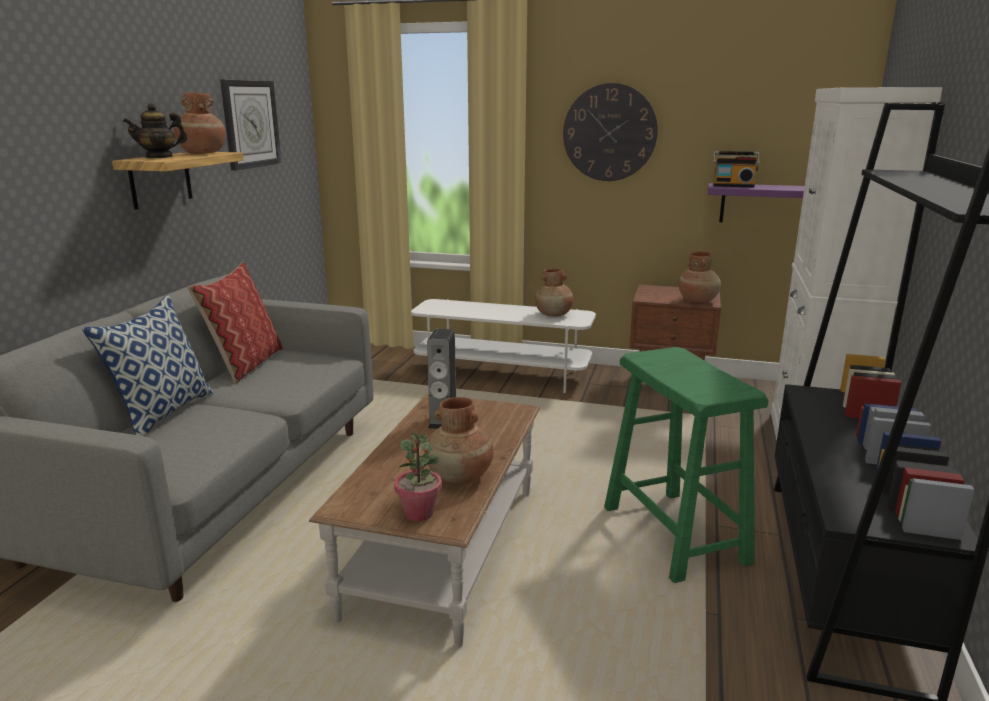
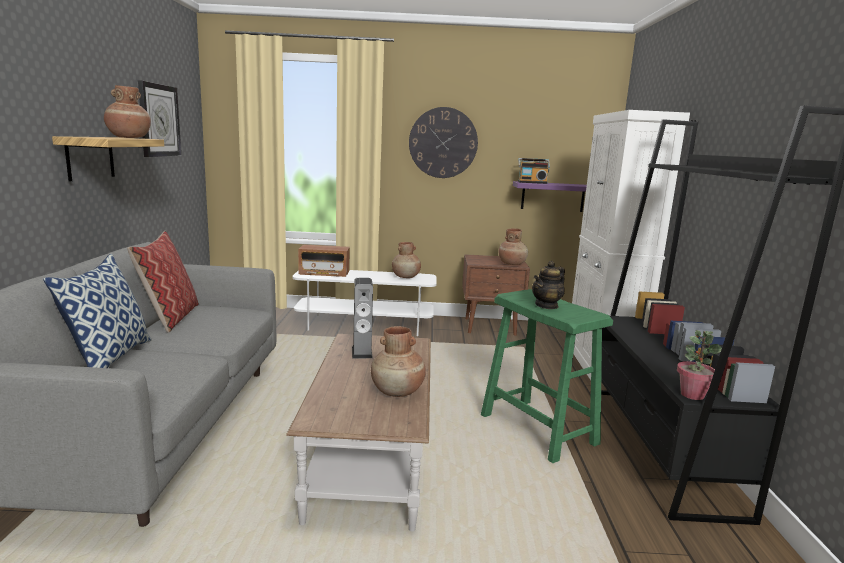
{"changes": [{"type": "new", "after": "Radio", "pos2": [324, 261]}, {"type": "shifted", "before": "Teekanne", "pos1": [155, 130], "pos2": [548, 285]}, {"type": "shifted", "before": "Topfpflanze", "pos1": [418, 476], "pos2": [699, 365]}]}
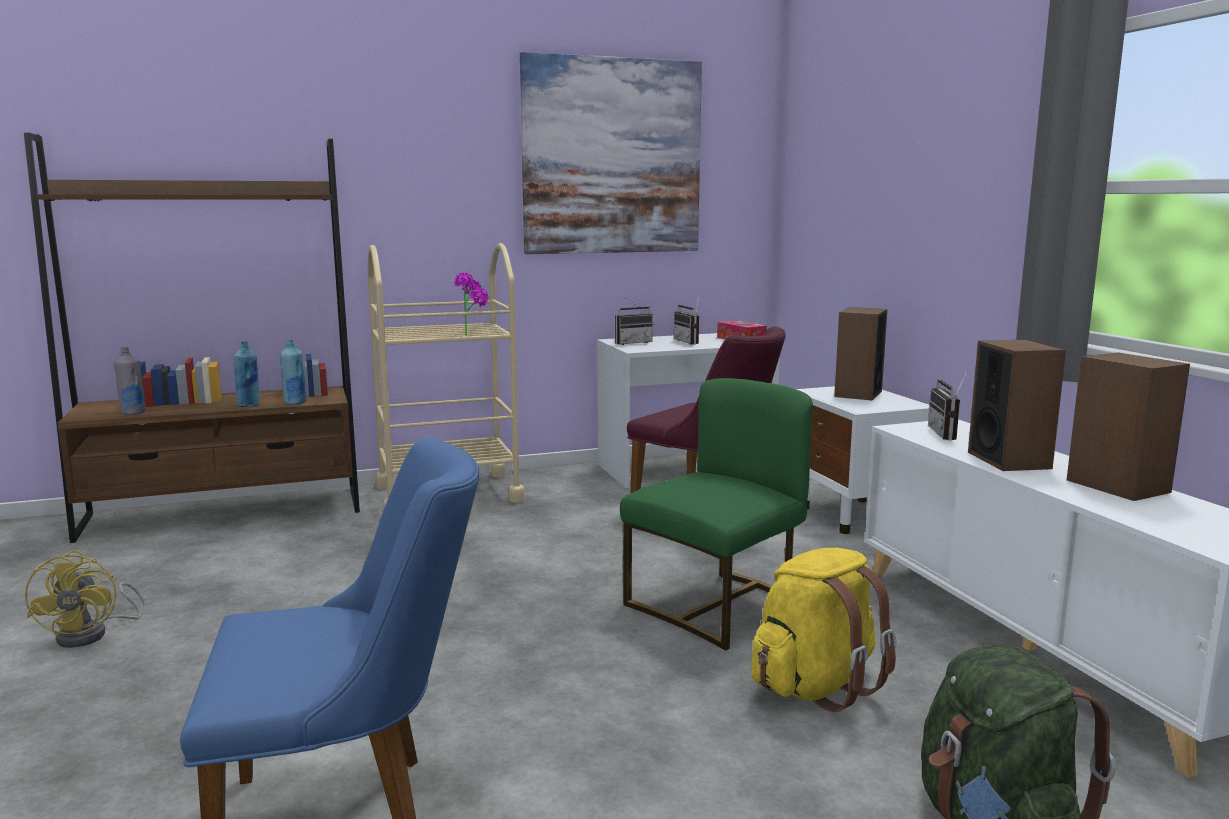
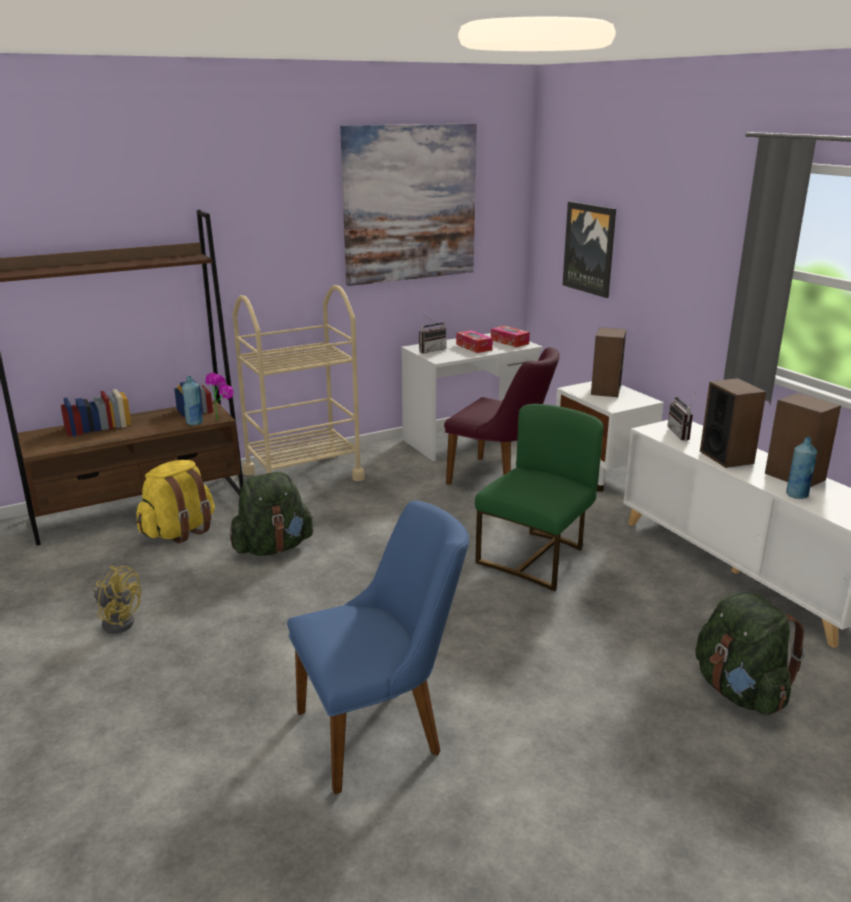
{"changes": [{"type": "rotated", "before": "Ventilator [gelb]", "pos1": [84, 599], "pos2": [116, 600], "turn": -45}, {"type": "shifted", "before": "Rucksack [gelb]", "pos1": [823, 630], "pos2": [175, 502]}, {"type": "shifted", "before": "Topfpflanze", "pos1": [471, 304], "pos2": [219, 396]}, {"type": "new", "after": "Rucksack [grün]", "pos2": [272, 514]}, {"type": "swapped", "before": "Radio", "after": "Taschentuchbox", "pos1": [686, 320], "pos2": [474, 341]}, {"type": "new", "after": "Bild", "pos2": [589, 250]}, {"type": "shifted", "before": "Flasche [blau]", "pos1": [246, 374], "pos2": [801, 468]}, {"type": "gone", "before": "Flasche [grau]", "pos1": [130, 381]}]}
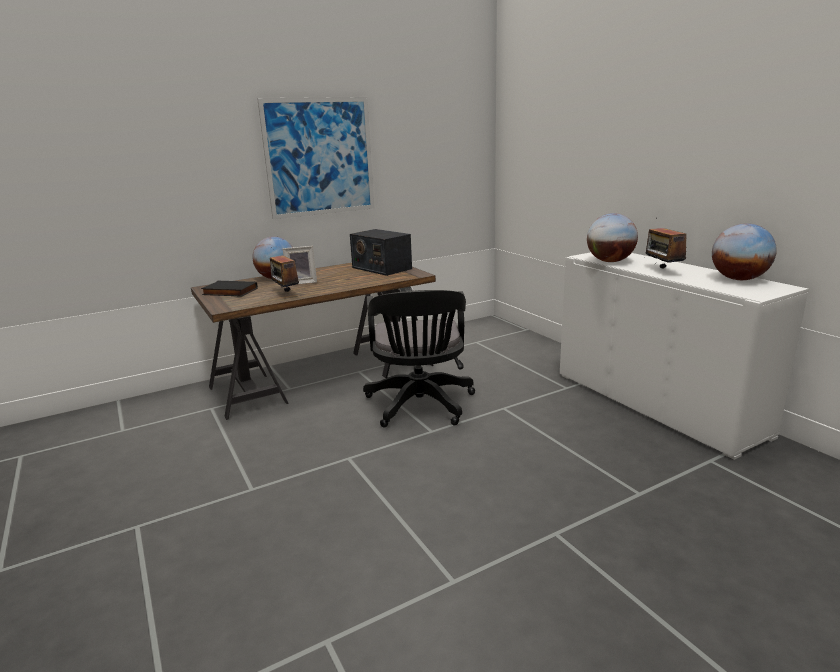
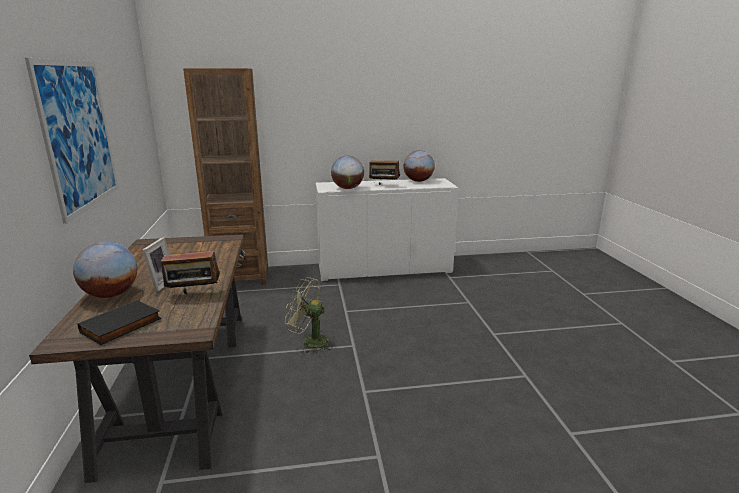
{"changes": [{"type": "new", "after": "Bücherregal [braun]", "pos2": [225, 176]}, {"type": "swapped", "before": "Bürostuhl [schwarz]", "after": "Ventilator [grün]", "pos1": [419, 358], "pos2": [309, 315]}, {"type": "gone", "before": "Radio", "pos1": [381, 252]}]}
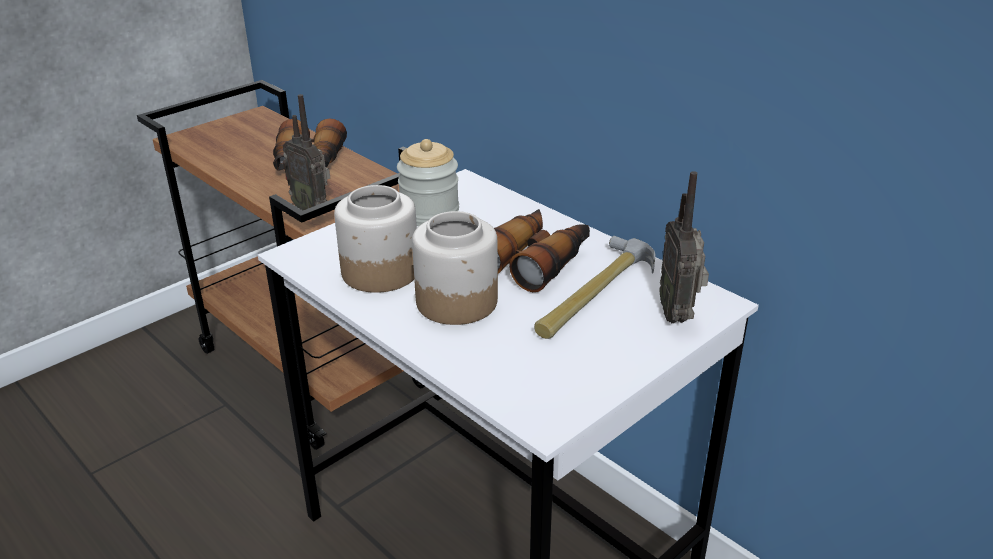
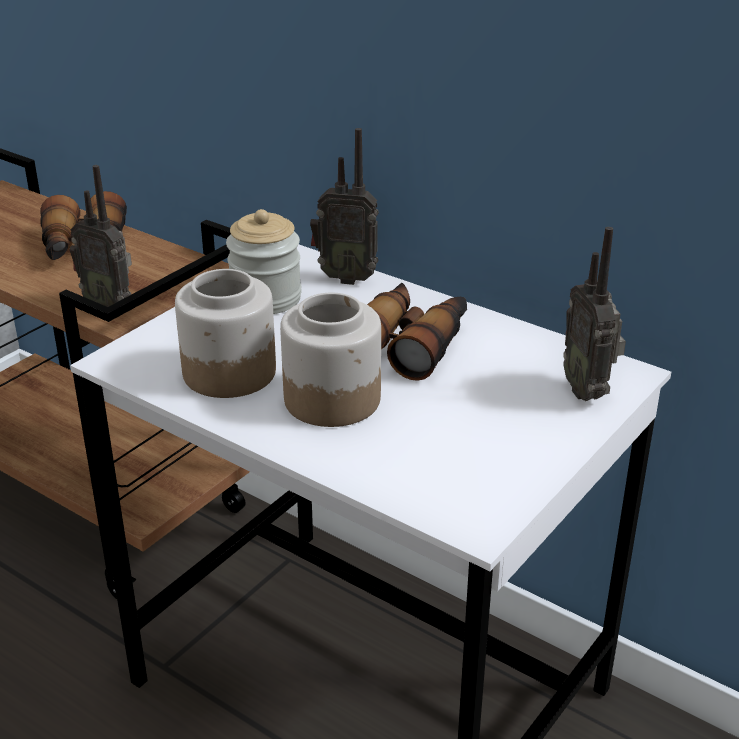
{"changes": [{"type": "new", "after": "Radio", "pos2": [344, 206]}, {"type": "gone", "before": "Hammer", "pos1": [594, 287]}]}
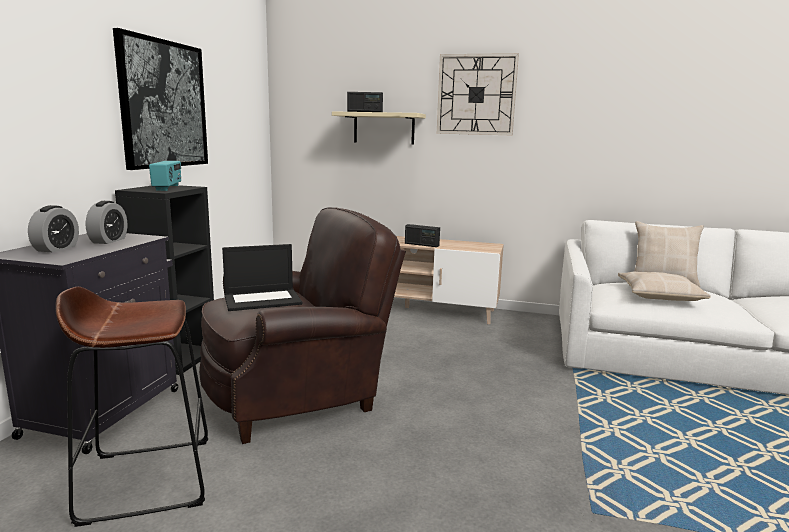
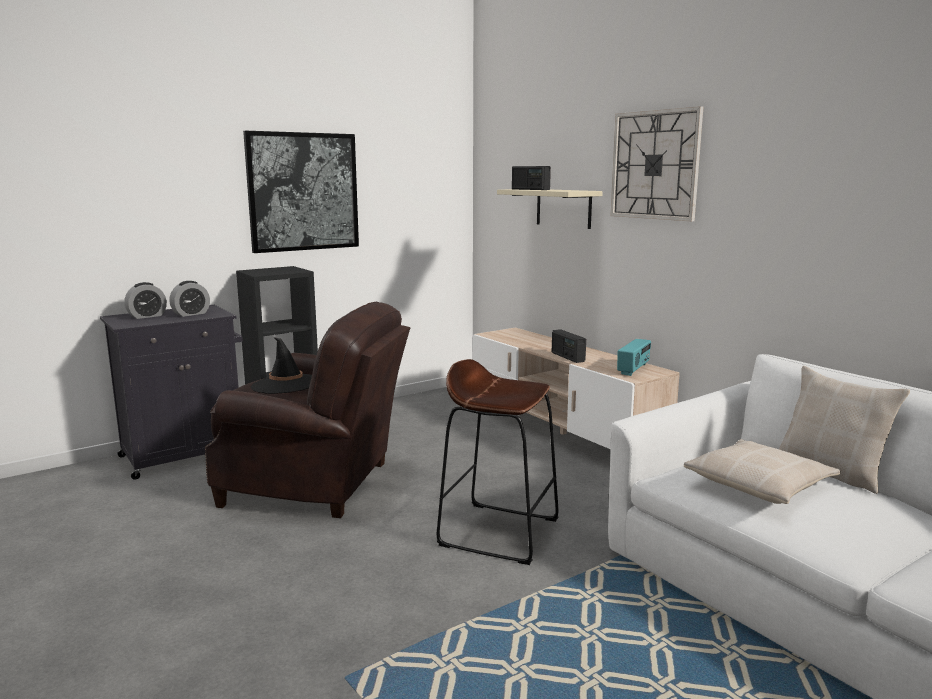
{"changes": [{"type": "swapped", "before": "Laptop", "after": "Hut [schwarz]", "pos1": [262, 277], "pos2": [281, 365]}, {"type": "shifted", "before": "Hocker [braun]", "pos1": [131, 407], "pos2": [498, 462]}, {"type": "shifted", "before": "Radio", "pos1": [165, 176], "pos2": [634, 357]}]}
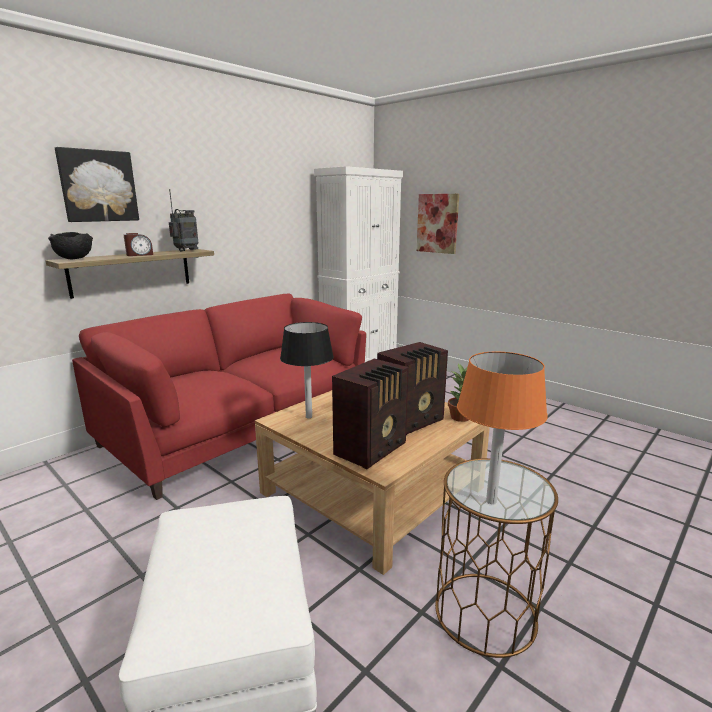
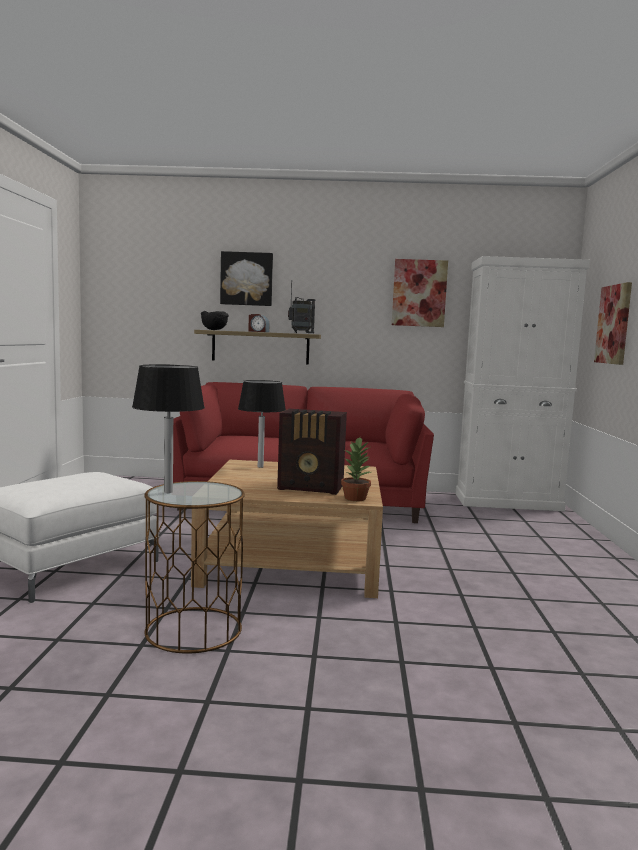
{"changes": [{"type": "repainted", "before": "Tischlampe [orange]", "after": "Tischlampe [schwarz]", "pos1": [502, 428], "pos2": [168, 428]}, {"type": "new", "after": "Bild", "pos2": [420, 293]}, {"type": "gone", "before": "Radio", "pos1": [370, 414]}]}
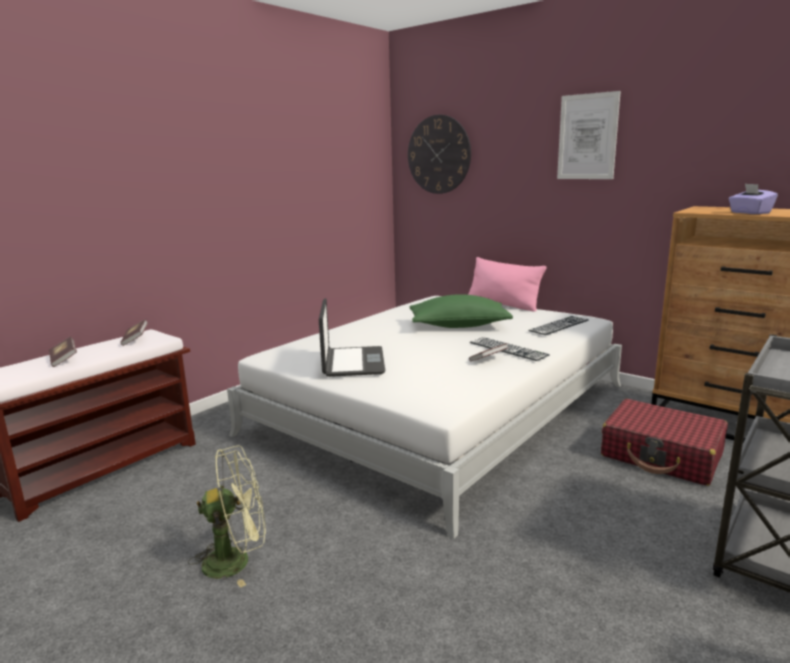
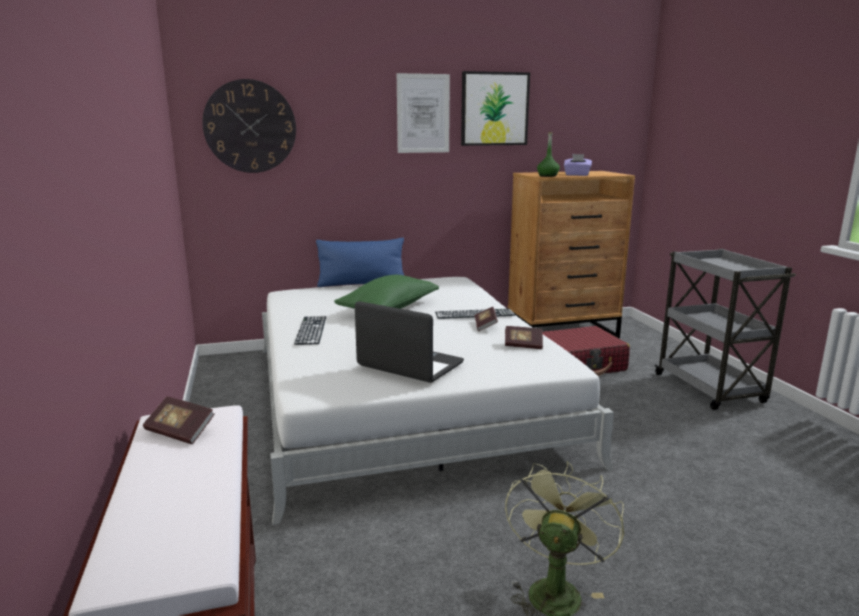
{"changes": [{"type": "shifted", "before": "Tastatur", "pos1": [558, 325], "pos2": [310, 330]}, {"type": "repainted", "before": "Kissen [rosa]", "after": "Kissen [blau]", "pos1": [507, 284], "pos2": [360, 262]}, {"type": "new", "after": "Bild", "pos2": [495, 108]}, {"type": "shifted", "before": "Buch", "pos1": [63, 351], "pos2": [524, 337]}, {"type": "new", "after": "Flasche [grün]", "pos2": [548, 154]}]}
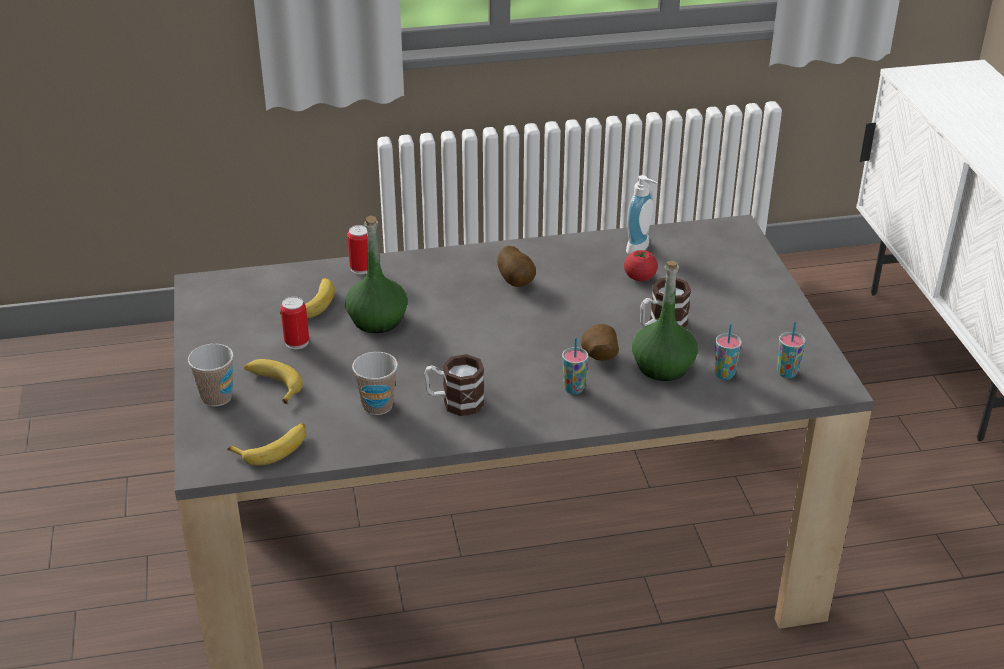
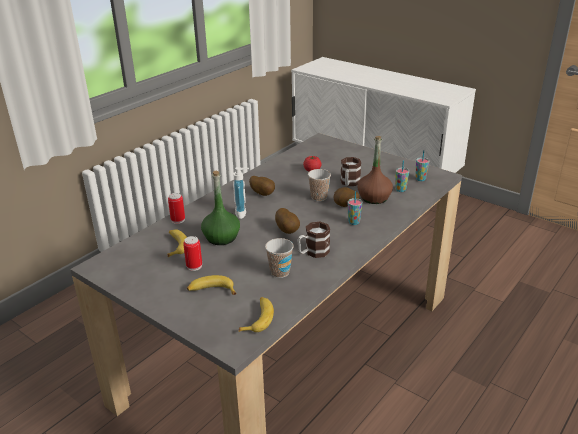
{"changes": [{"type": "shifted", "before": "Seifenspender", "pos1": [642, 214], "pos2": [241, 193]}, {"type": "new", "after": "Kartoffel", "pos2": [287, 221]}, {"type": "shifted", "before": "Tasse", "pos1": [211, 375], "pos2": [319, 185]}, {"type": "repainted", "before": "Flasche [grün]", "after": "Flasche [braun]", "pos1": [665, 321], "pos2": [375, 170]}]}
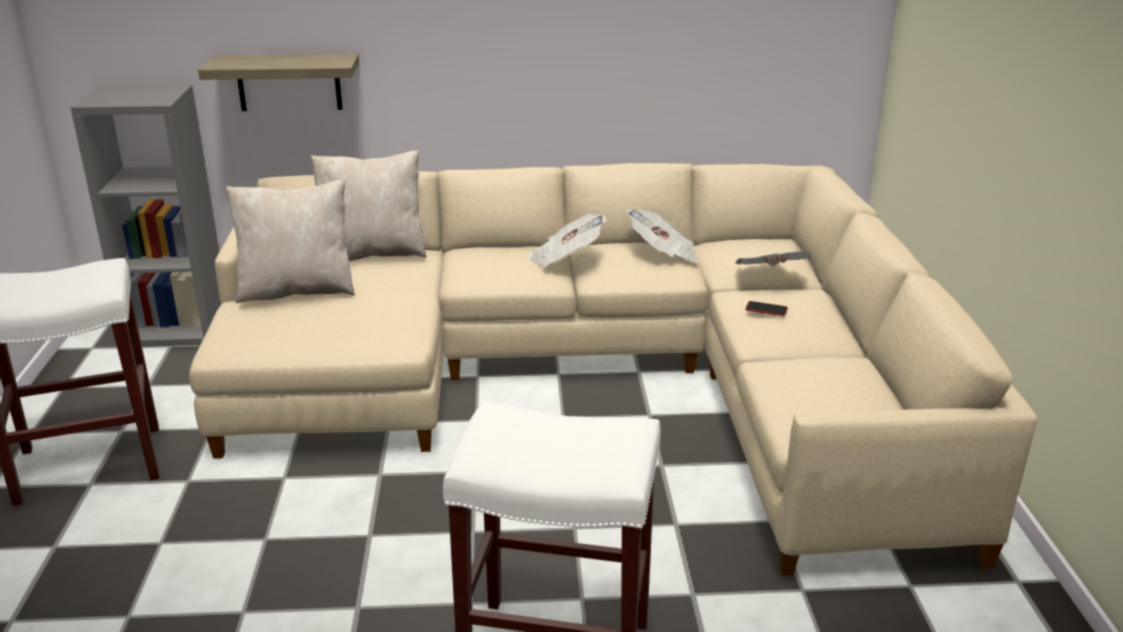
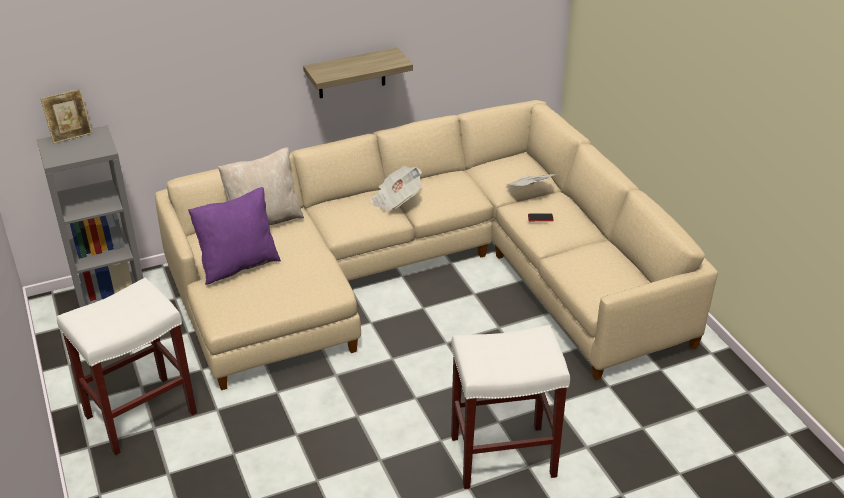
{"changes": [{"type": "new", "after": "Bilderrahmen", "pos2": [66, 116]}, {"type": "repainted", "before": "Kissen [beige]", "after": "Kissen [lila]", "pos1": [290, 241], "pos2": [234, 236]}, {"type": "shifted", "before": "Wandregal", "pos1": [278, 82], "pos2": [358, 73]}, {"type": "gone", "before": "Zeitung", "pos1": [663, 236]}]}
